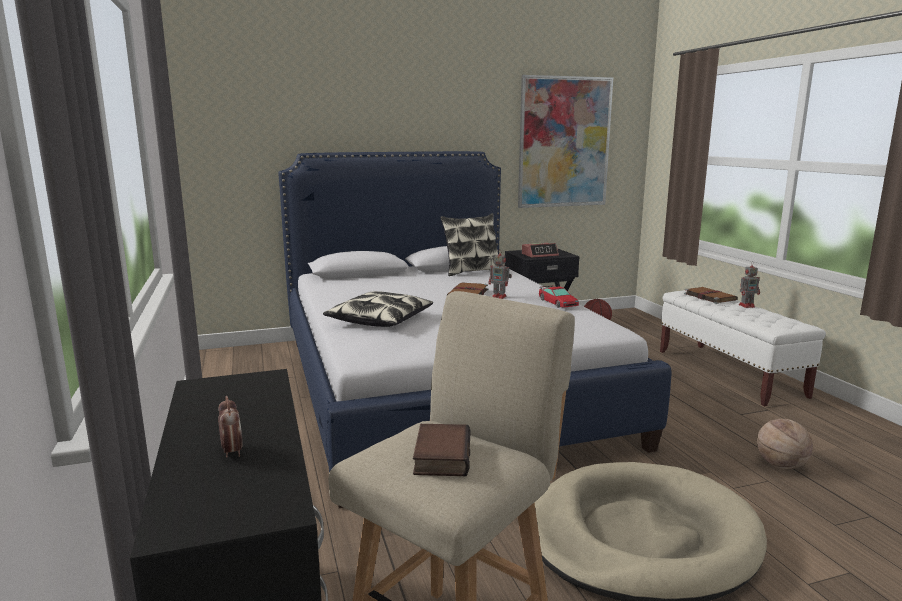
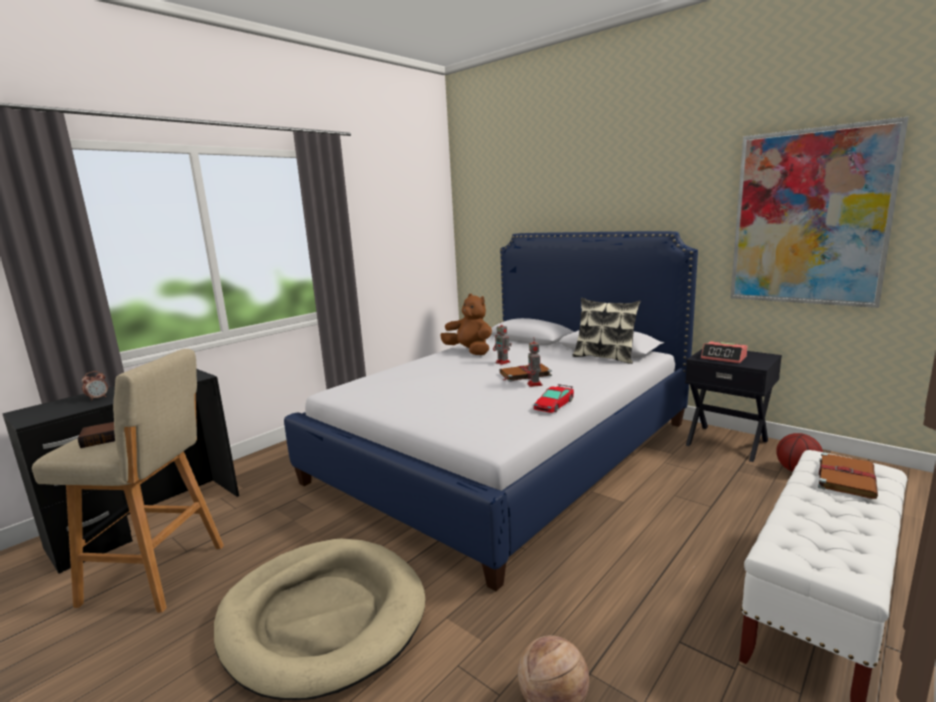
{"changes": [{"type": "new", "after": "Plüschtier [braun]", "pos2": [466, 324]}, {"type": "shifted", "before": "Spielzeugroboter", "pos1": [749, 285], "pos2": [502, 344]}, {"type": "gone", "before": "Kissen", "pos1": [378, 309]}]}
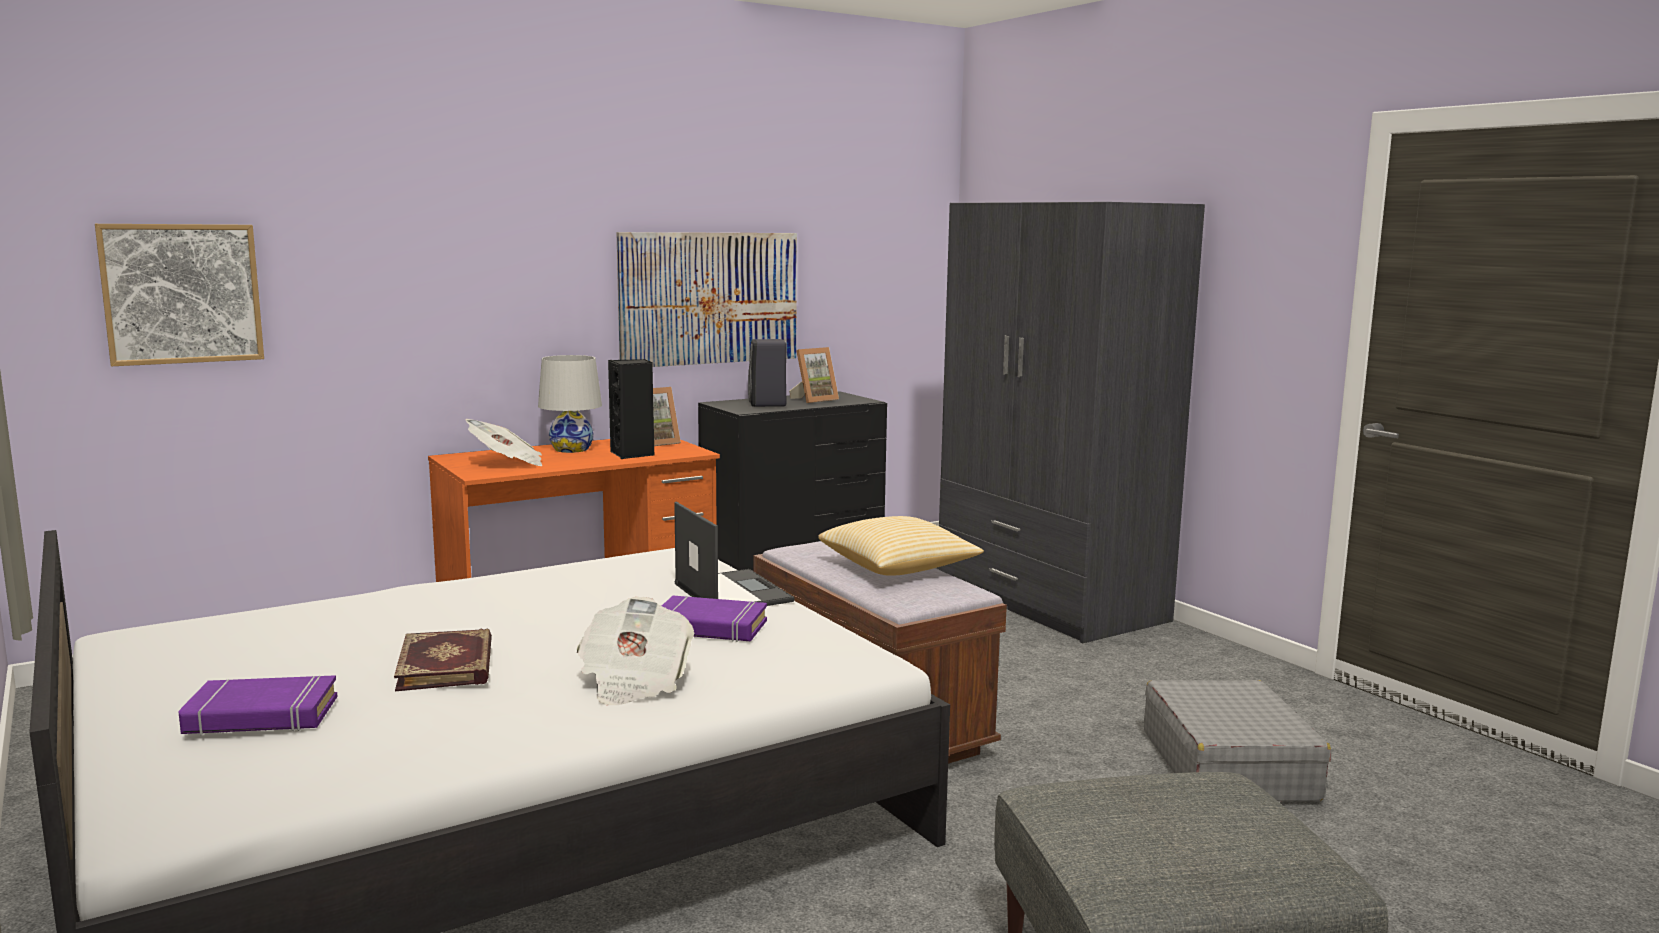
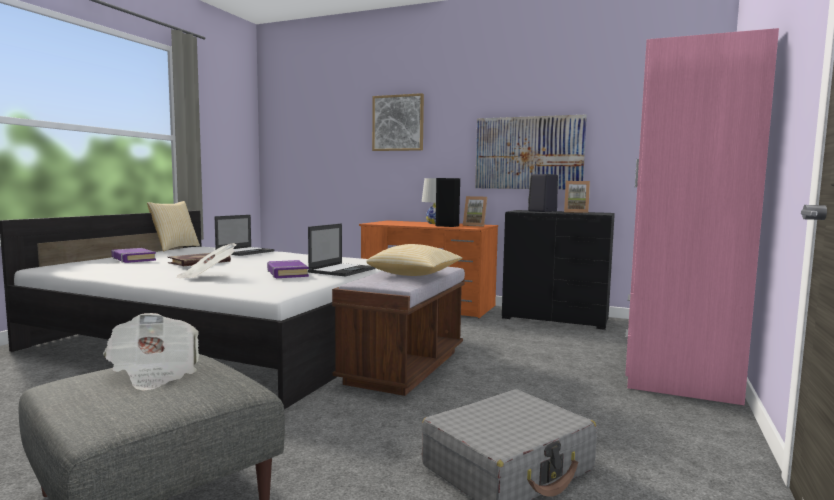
{"changes": [{"type": "shifted", "before": "Zeitung", "pos1": [503, 442], "pos2": [151, 352]}, {"type": "new", "after": "Kissen", "pos2": [173, 226]}, {"type": "new", "after": "Laptop", "pos2": [245, 235]}, {"type": "shifted", "before": "Bild", "pos1": [179, 295], "pos2": [398, 122]}, {"type": "repainted", "before": "Kleiderschrank [grau]", "after": "Kleiderschrank [rosa]", "pos1": [1071, 422], "pos2": [702, 216]}]}
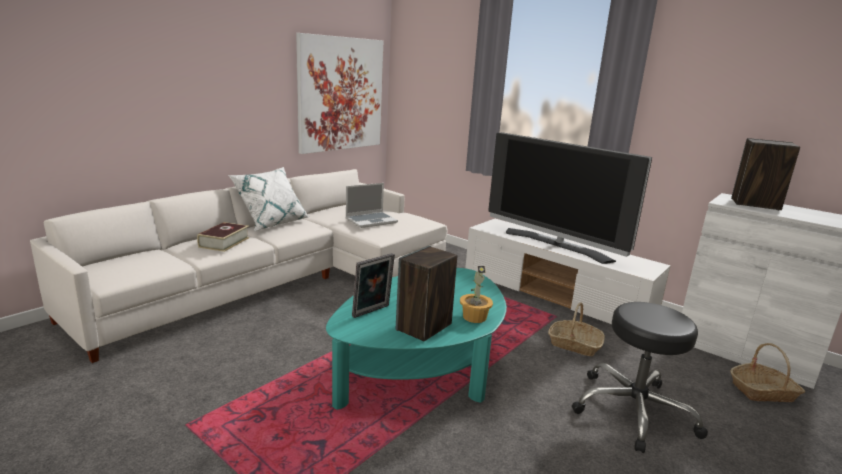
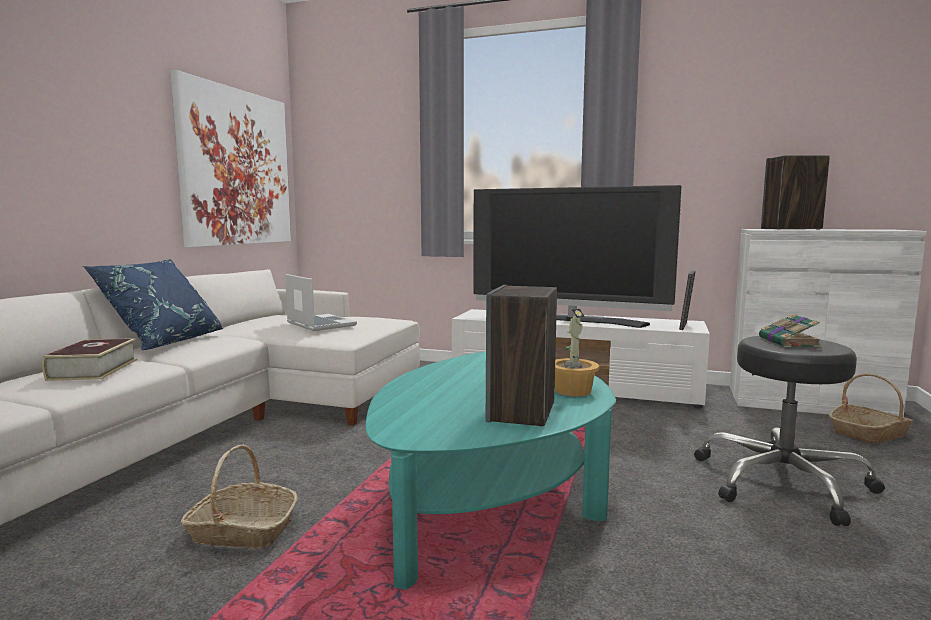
{"changes": [{"type": "repainted", "before": "Kissen [weiß]", "after": "Kissen [blau]", "pos1": [268, 199], "pos2": [153, 304]}, {"type": "shifted", "before": "Korb", "pos1": [576, 329], "pos2": [239, 497]}, {"type": "rotated", "before": "Laptop", "pos1": [371, 205], "pos2": [321, 302], "turn": -75}, {"type": "shifted", "before": "Bilderrahmen", "pos1": [373, 285], "pos2": [687, 300]}, {"type": "new", "after": "Buch", "pos2": [790, 330]}]}
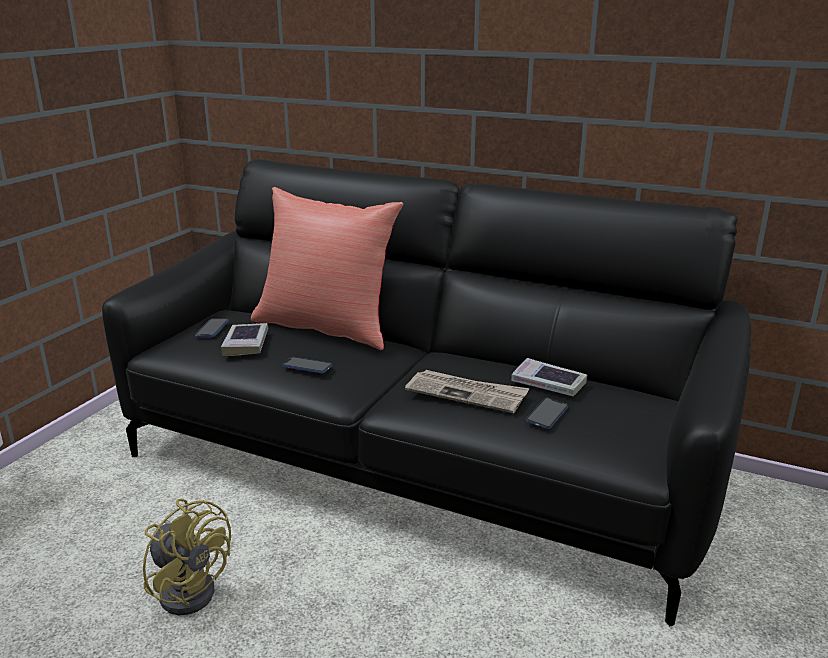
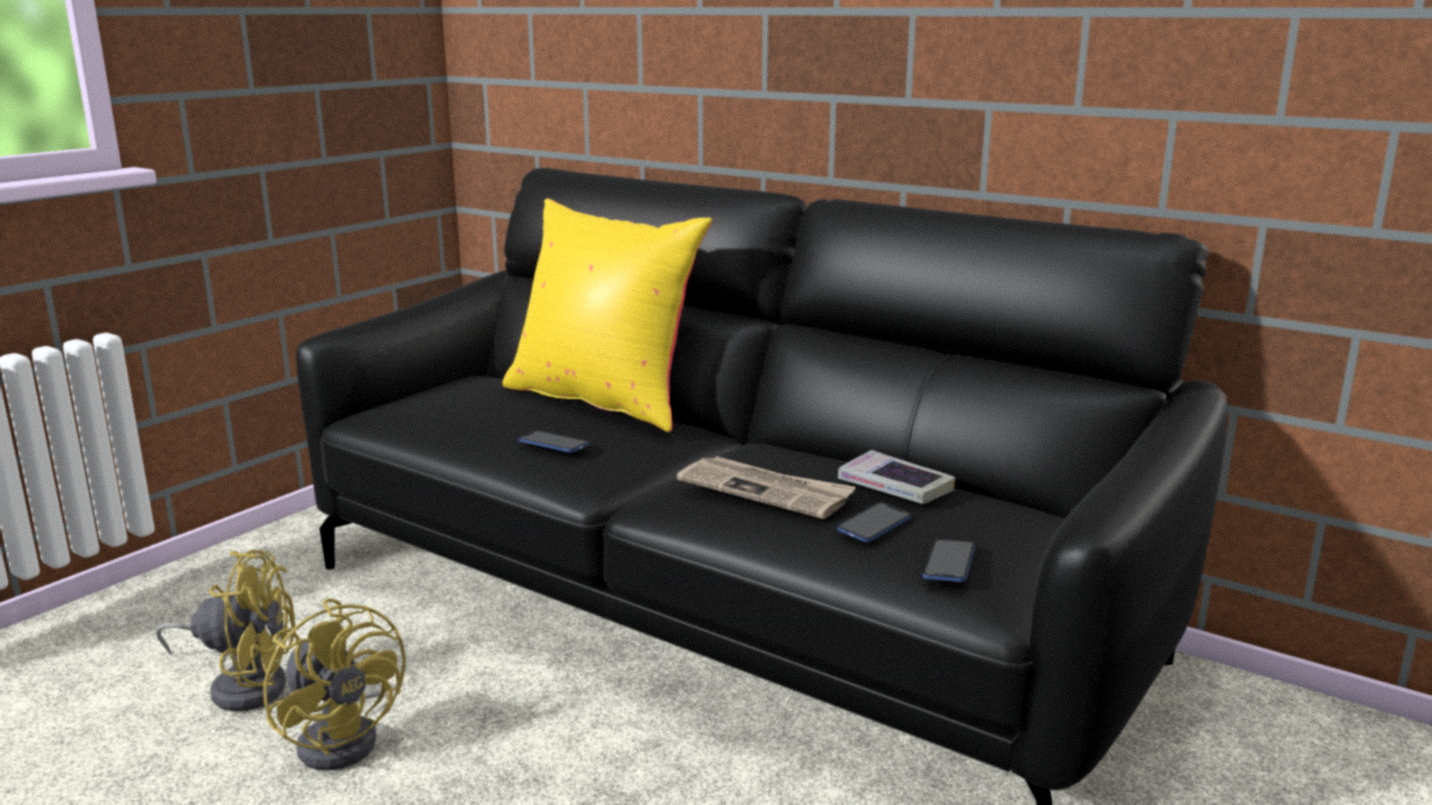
{"changes": [{"type": "new", "after": "Ventilator [gelb]", "pos2": [225, 630]}, {"type": "repainted", "before": "Kissen [rot]", "after": "Kissen [gelb]", "pos1": [327, 268], "pos2": [607, 315]}, {"type": "shifted", "before": "Handy", "pos1": [212, 328], "pos2": [949, 560]}, {"type": "gone", "before": "Buch", "pos1": [244, 339]}]}
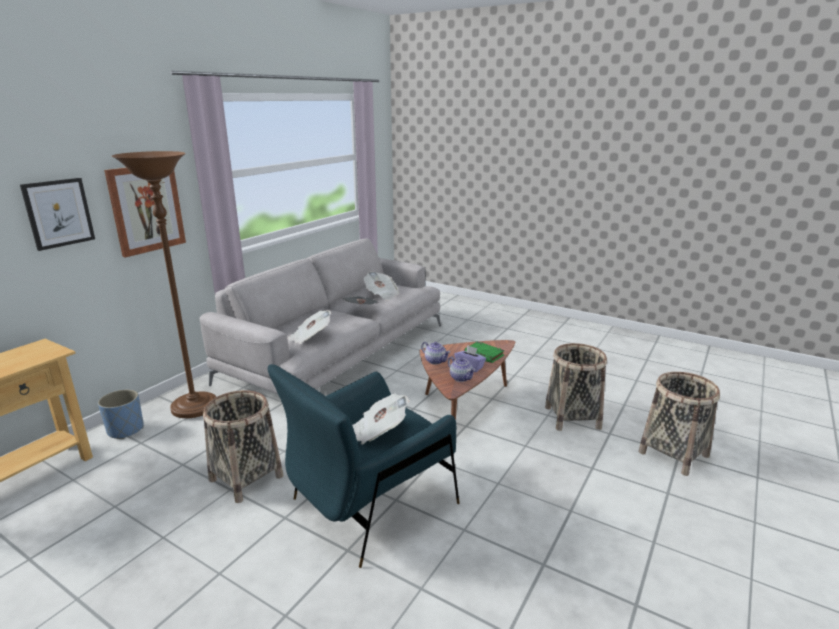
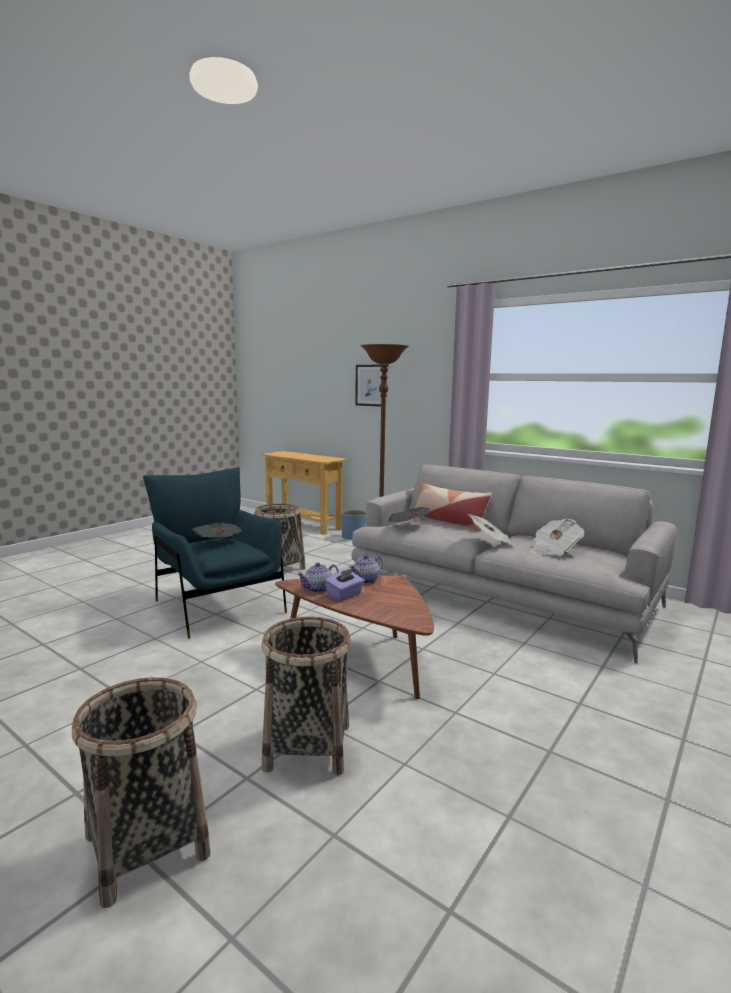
{"changes": [{"type": "new", "after": "Kissen", "pos2": [453, 507]}, {"type": "gone", "before": "Bild", "pos1": [145, 213]}, {"type": "gone", "before": "Buch [grün]", "pos1": [484, 352]}]}
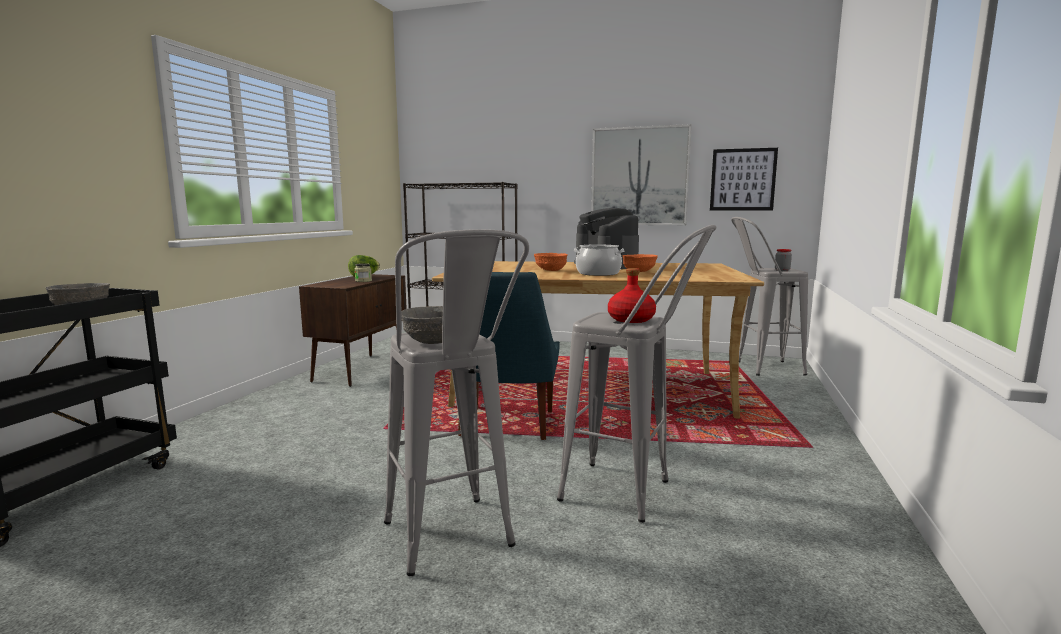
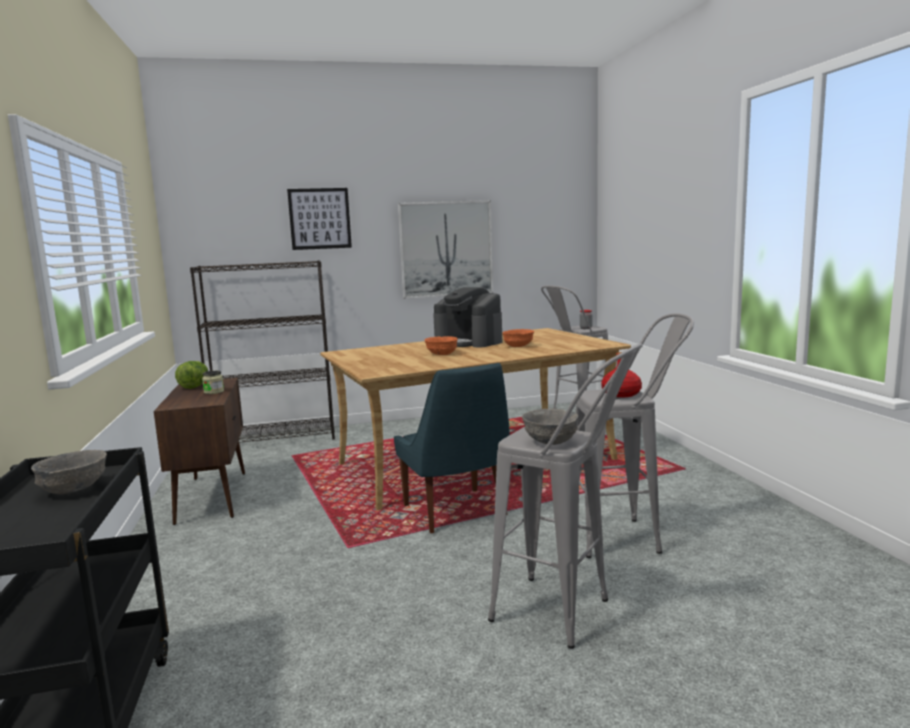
{"changes": [{"type": "shifted", "before": "Bild", "pos1": [744, 179], "pos2": [319, 219]}, {"type": "gone", "before": "Kochtopf", "pos1": [599, 260]}]}
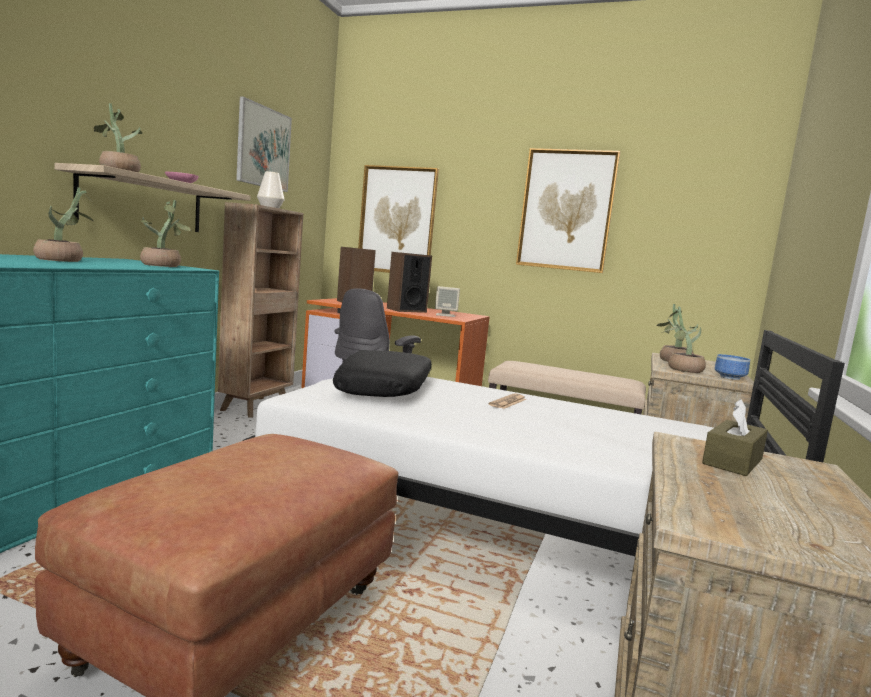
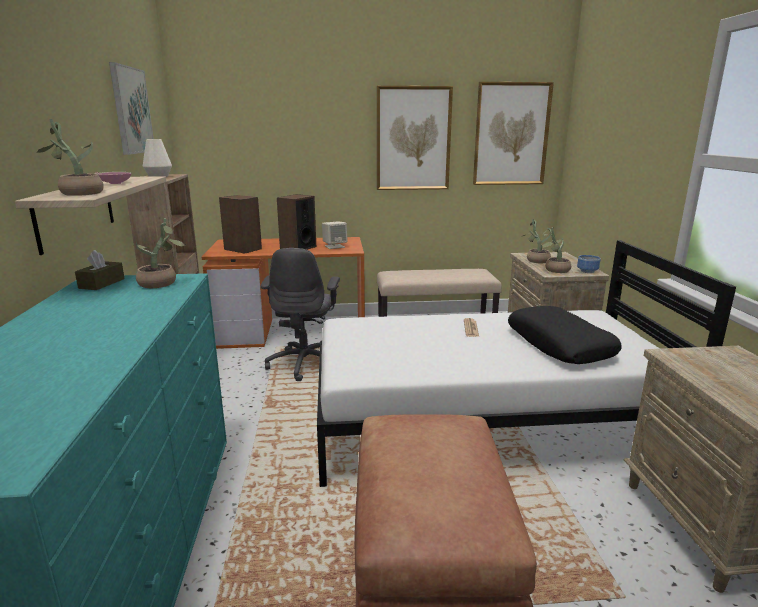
{"changes": [{"type": "shifted", "before": "Taschentuchbox [braun]", "pos1": [735, 437], "pos2": [100, 270]}, {"type": "shifted", "before": "Bild", "pos1": [398, 219], "pos2": [513, 133]}, {"type": "shifted", "before": "Kissen [schwarz]", "pos1": [382, 373], "pos2": [565, 335]}, {"type": "gone", "before": "Topfpflanze", "pos1": [63, 224]}]}
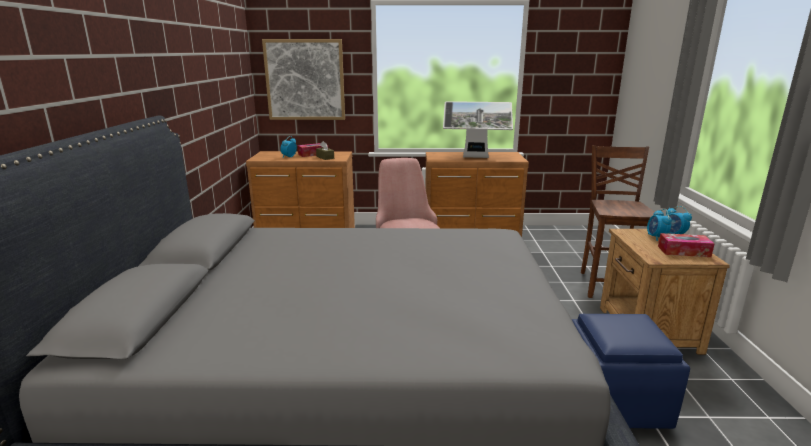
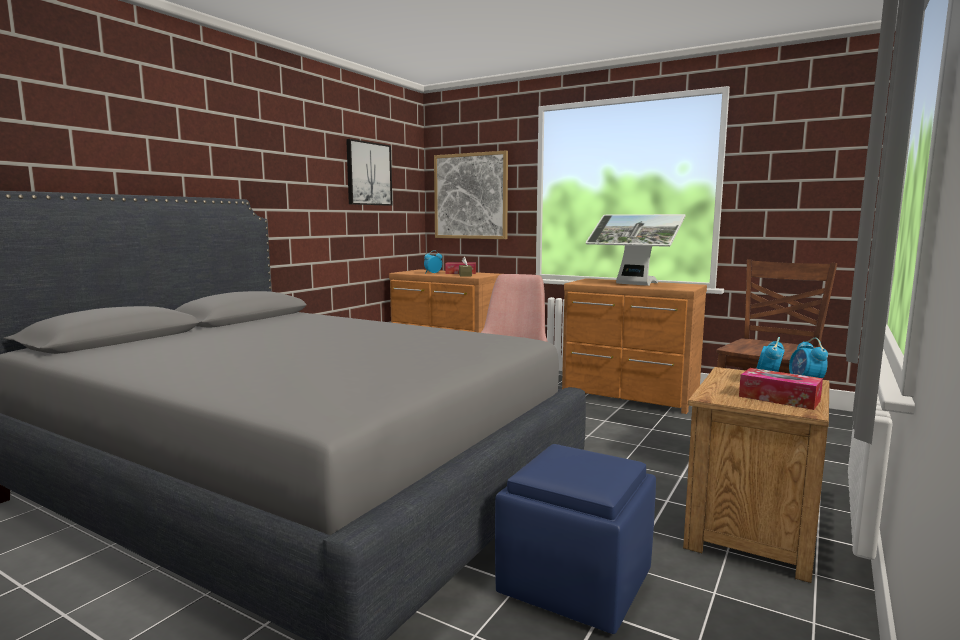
{"changes": [{"type": "new", "after": "Bild", "pos2": [369, 172]}]}
